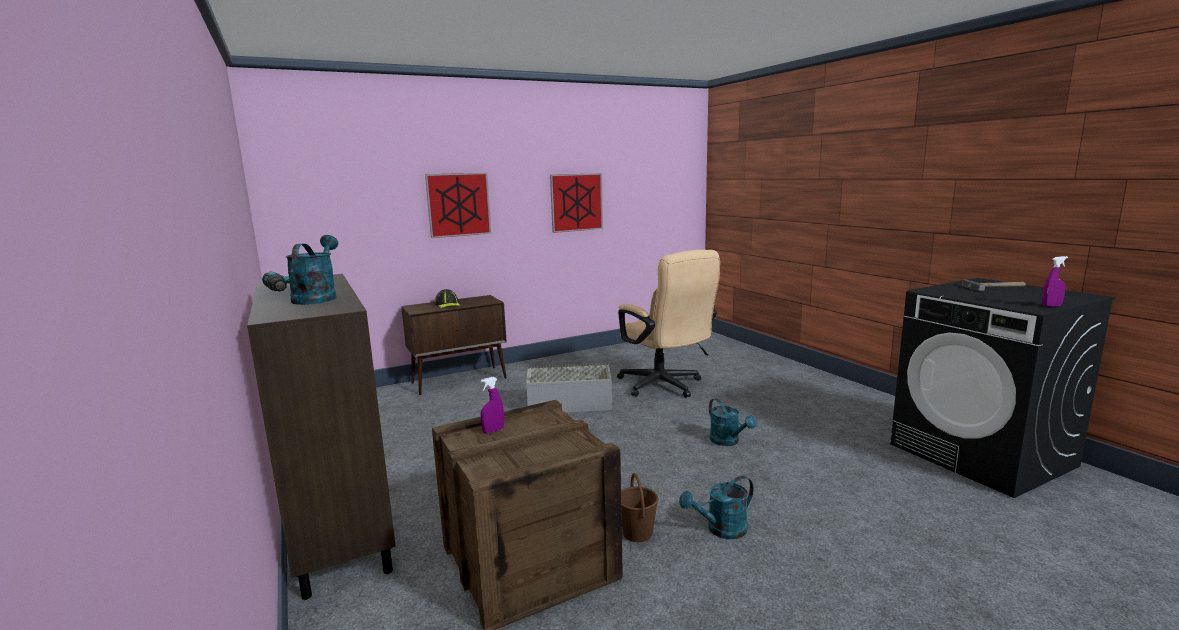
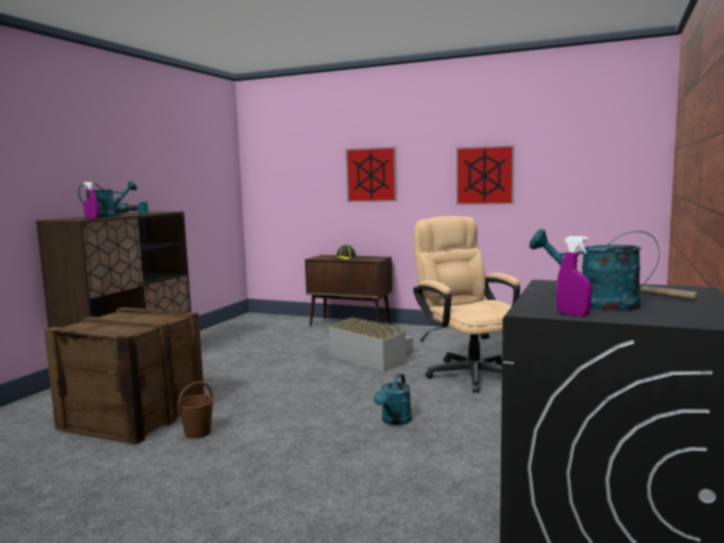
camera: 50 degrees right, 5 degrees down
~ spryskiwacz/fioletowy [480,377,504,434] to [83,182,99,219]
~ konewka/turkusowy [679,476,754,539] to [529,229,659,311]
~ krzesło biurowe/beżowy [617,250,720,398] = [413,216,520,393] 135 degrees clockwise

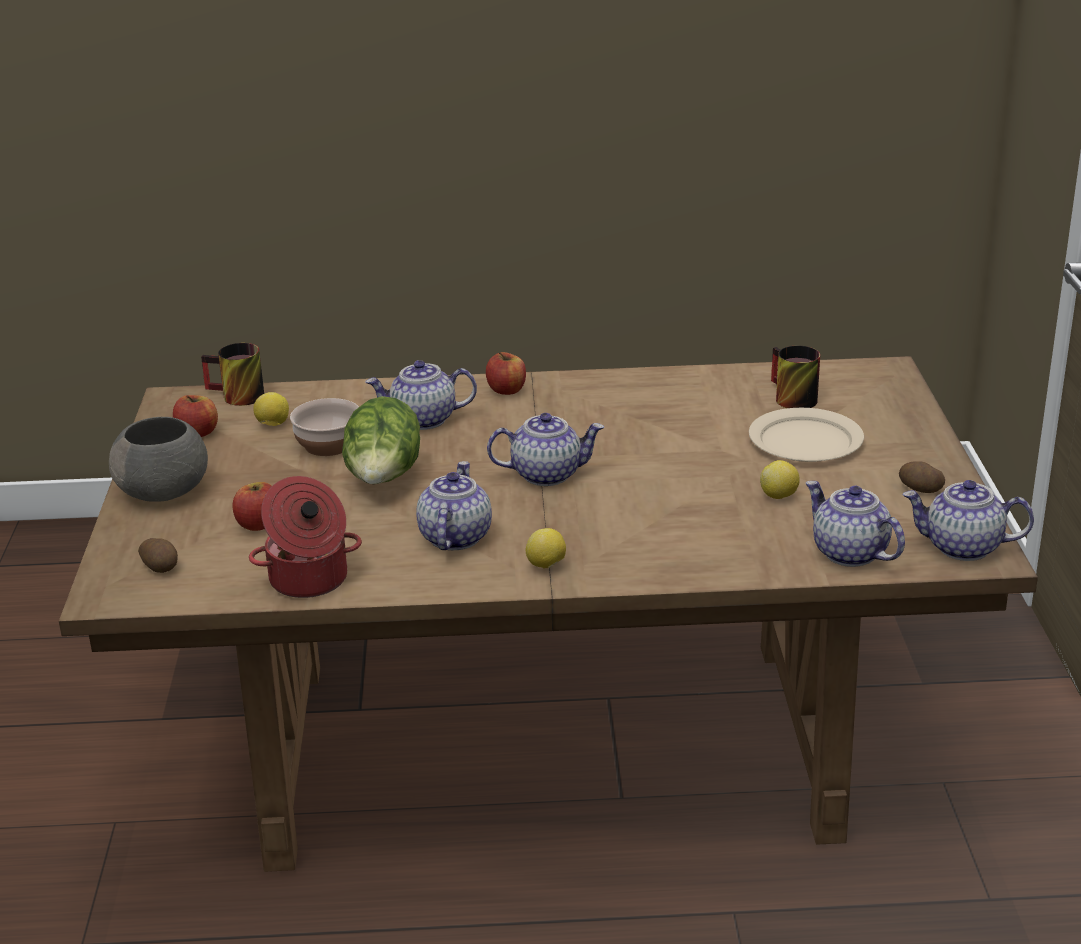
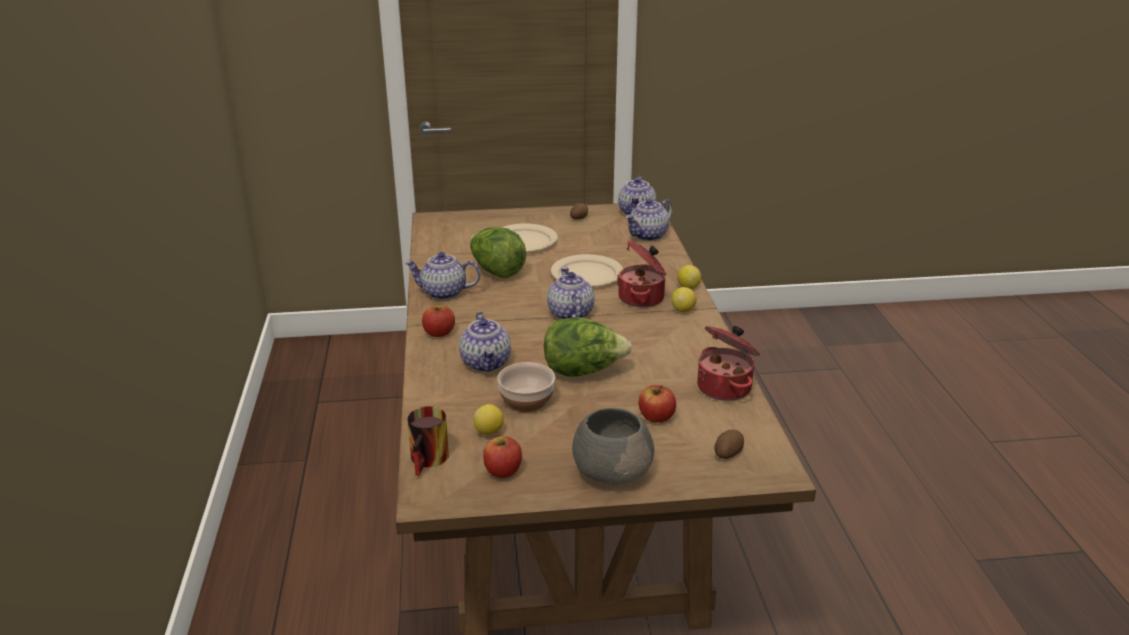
camera: 95 degrees left, 0 degrees up
- kubek [771,346,820,408]
+ sałata [470,227,526,278]
+ talerz/beżowy [551,254,623,287]
+ garnek [617,240,667,307]
~ imbryk [416,461,492,550] to [405,252,480,300]
~ cytryna [760,460,800,499] to [677,265,701,289]

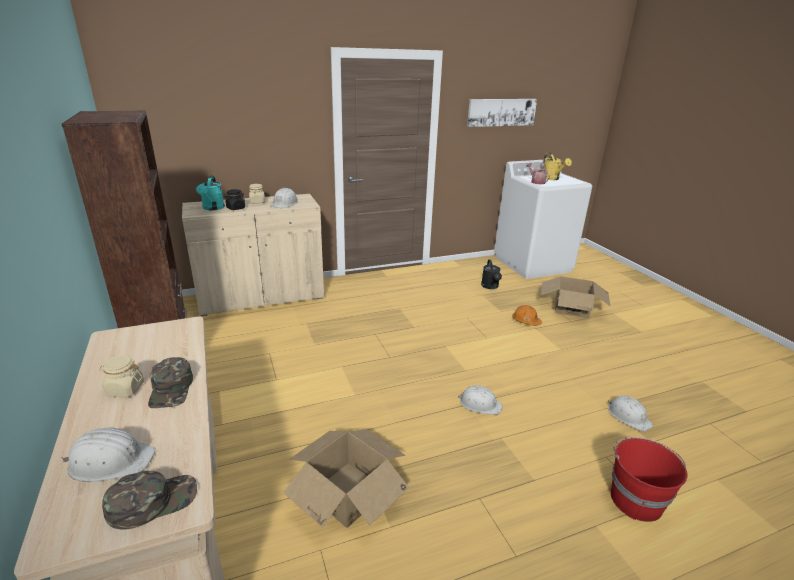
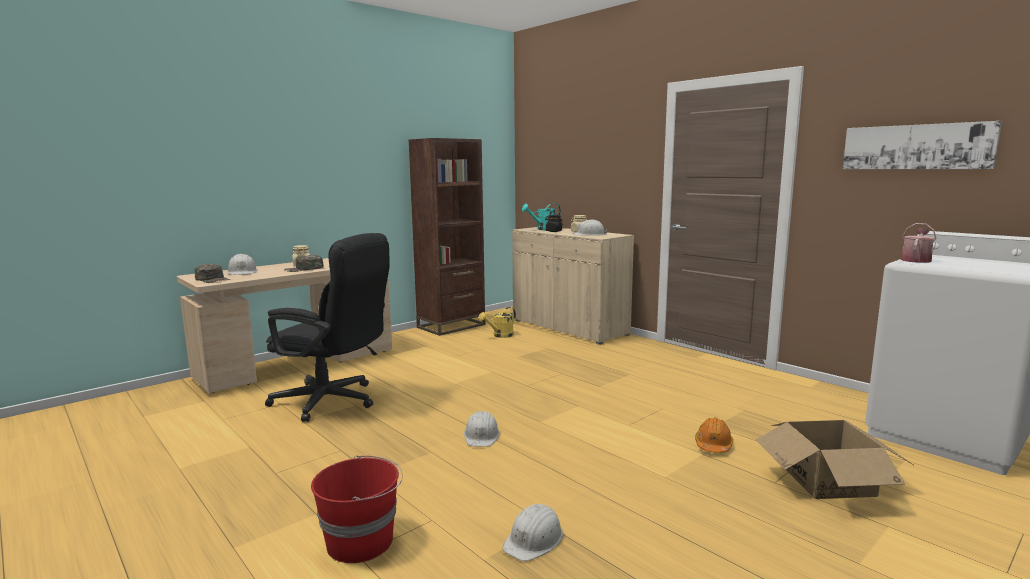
camera: 70 degrees right, 15 degrees down
- konewka/czarny [481,260,502,289]
~ konewka/żółty [543,153,572,180] to [479,307,516,338]
~ karton [283,430,409,528] to krzesło biurowe/czarny [265,233,390,422]

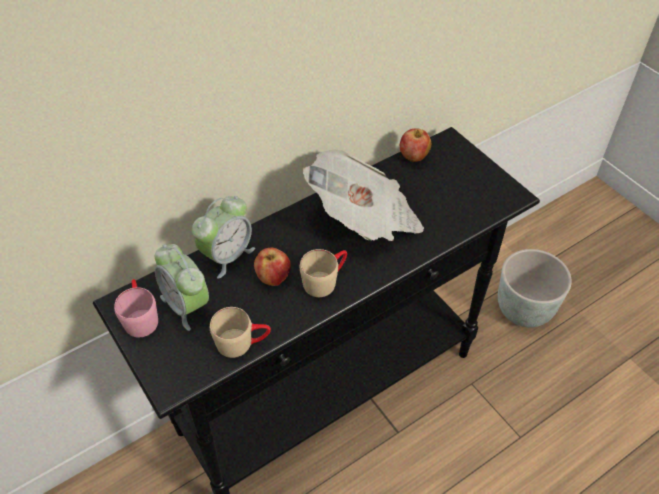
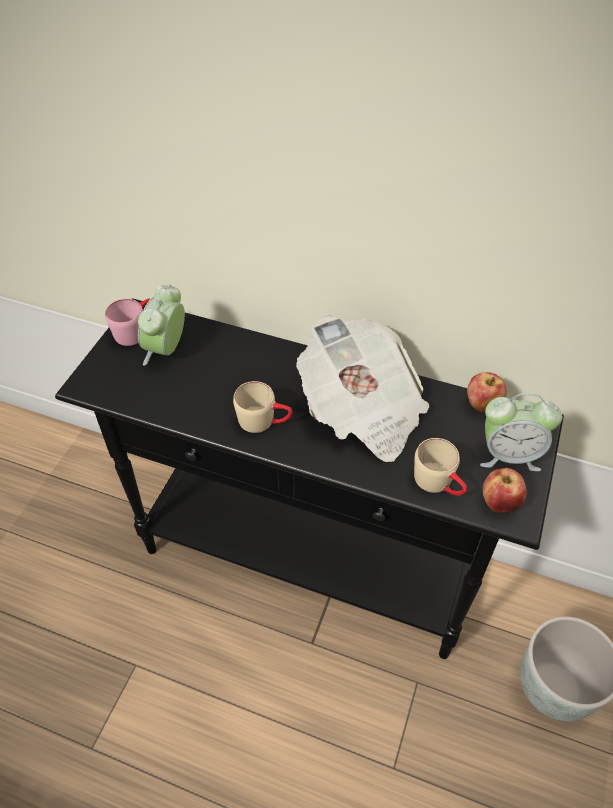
camera: 55 degrees right, 0 degrees up
~ budzik [192,196,255,279] to [480,393,563,471]
~ kubek/beżowy [210,307,271,358] to [414,438,467,496]
~ jabłko [254,248,291,286] to [483,468,527,513]

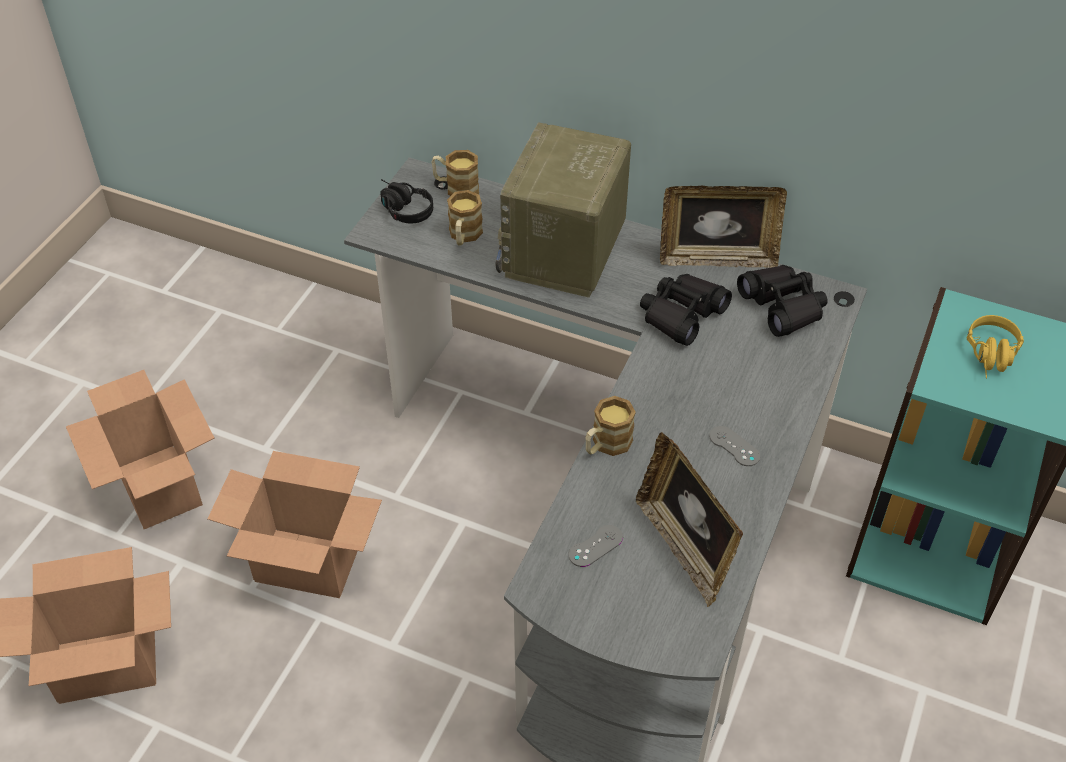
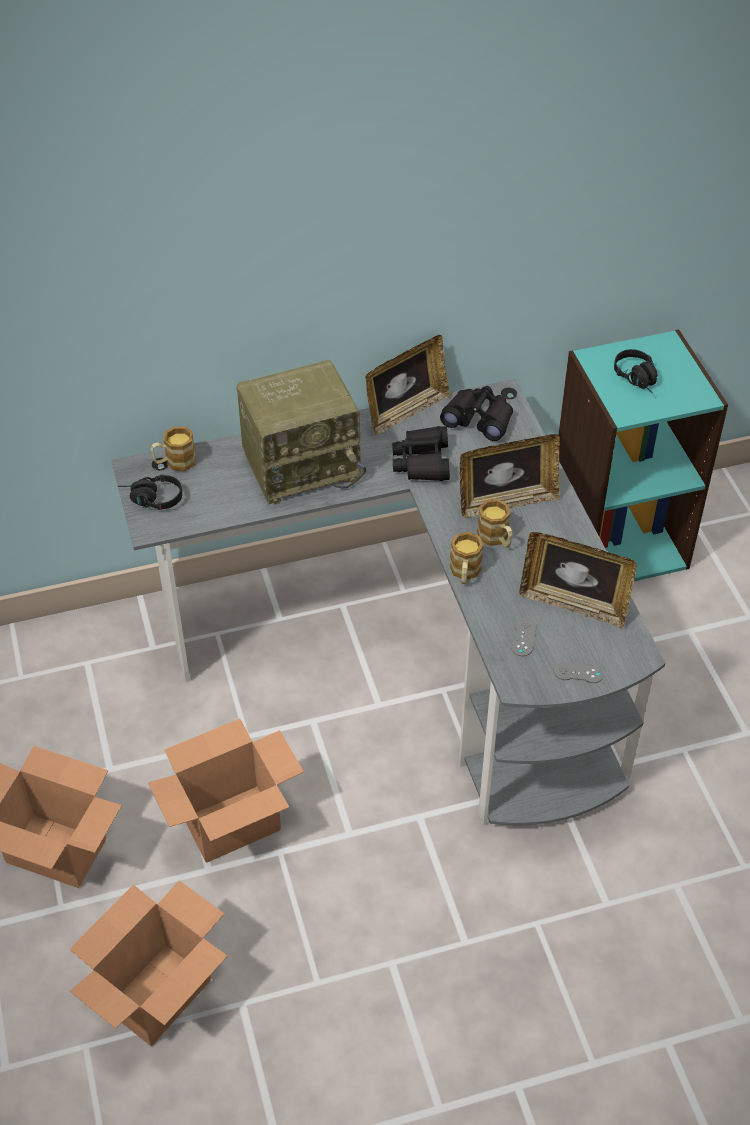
camera: 40 degrees left, 0 degrees up
+ ramka na zdjęcie [460,434,560,518]
~ kubek [447,190,483,246] to [477,499,513,548]
~ pad do gier/szary [709,426,760,466] to [554,662,604,683]
~ słuchawki/żółty [967,315,1024,378] to słuchawki/czarny [614,349,657,393]
~ radio [495,123,631,298] = [236,360,366,505] 90 degrees counterclockwise

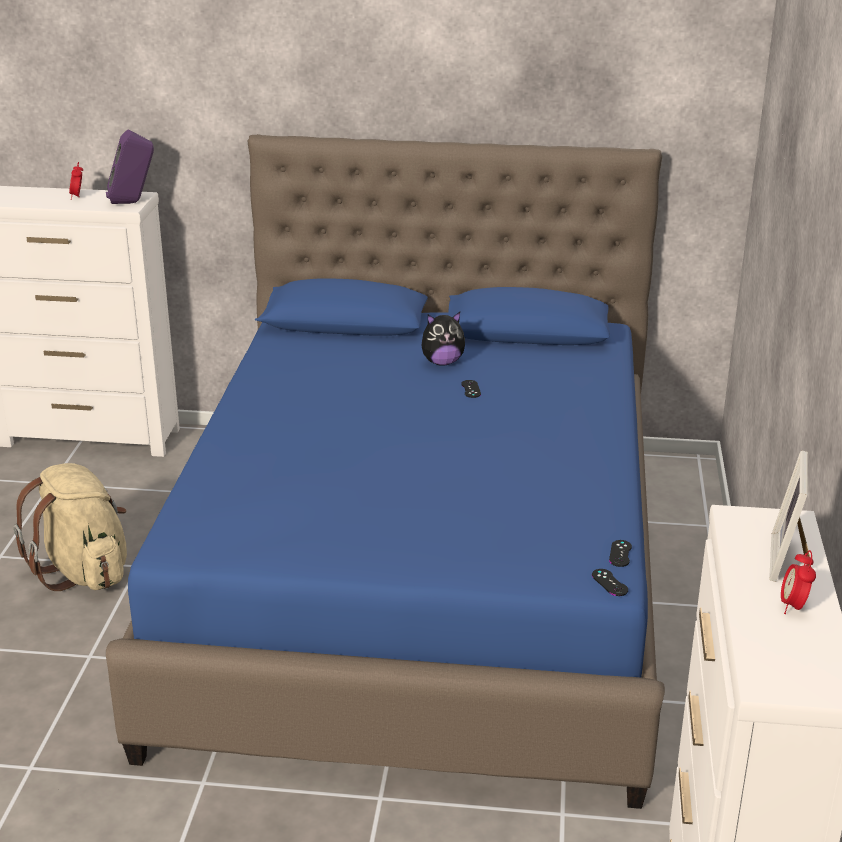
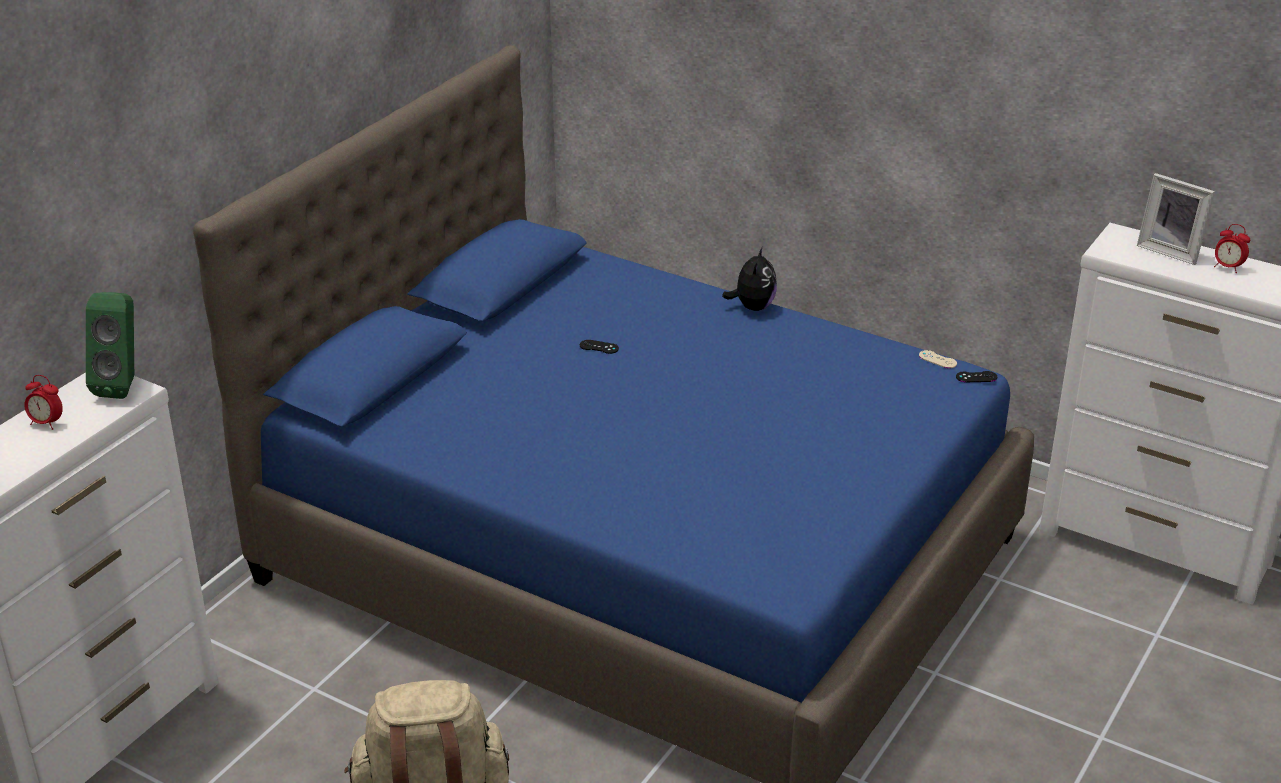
camera: 65 degrees left, 5 degrees up
~ pluszak [422,312,465,366] to [722,246,777,311]
~ głośnik/fioletowy [106,129,154,204] to głośnik/zielony [86,292,134,399]
~ pad do gier/czarny [609,540,632,567] to pad do gier/beżowy [919,350,957,368]

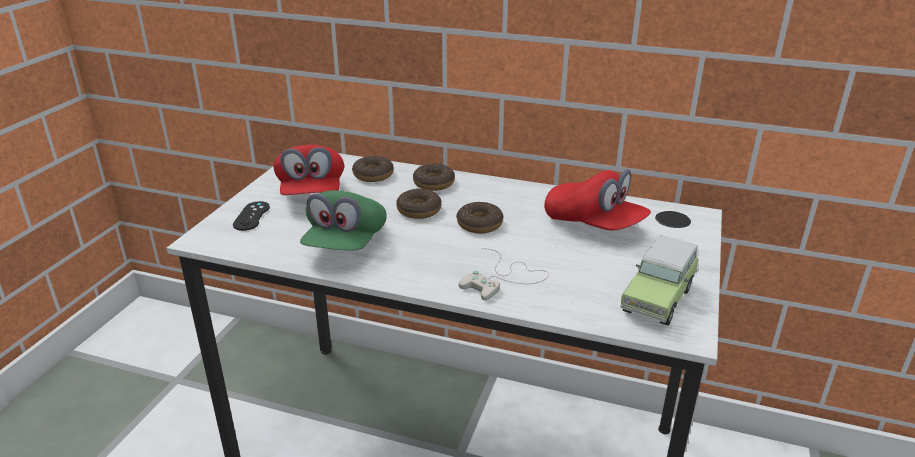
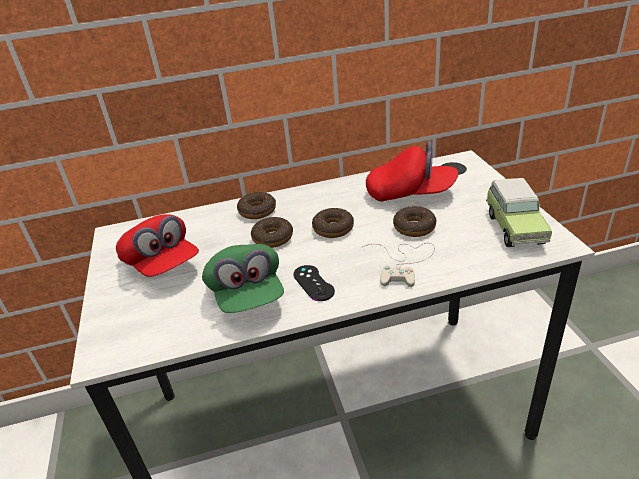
camera: 30 degrees left, 5 degrees up
~ pad do gier/czarny [233,201,270,231] to [293,265,335,301]
~ donut [352,156,394,182] to [393,206,436,237]

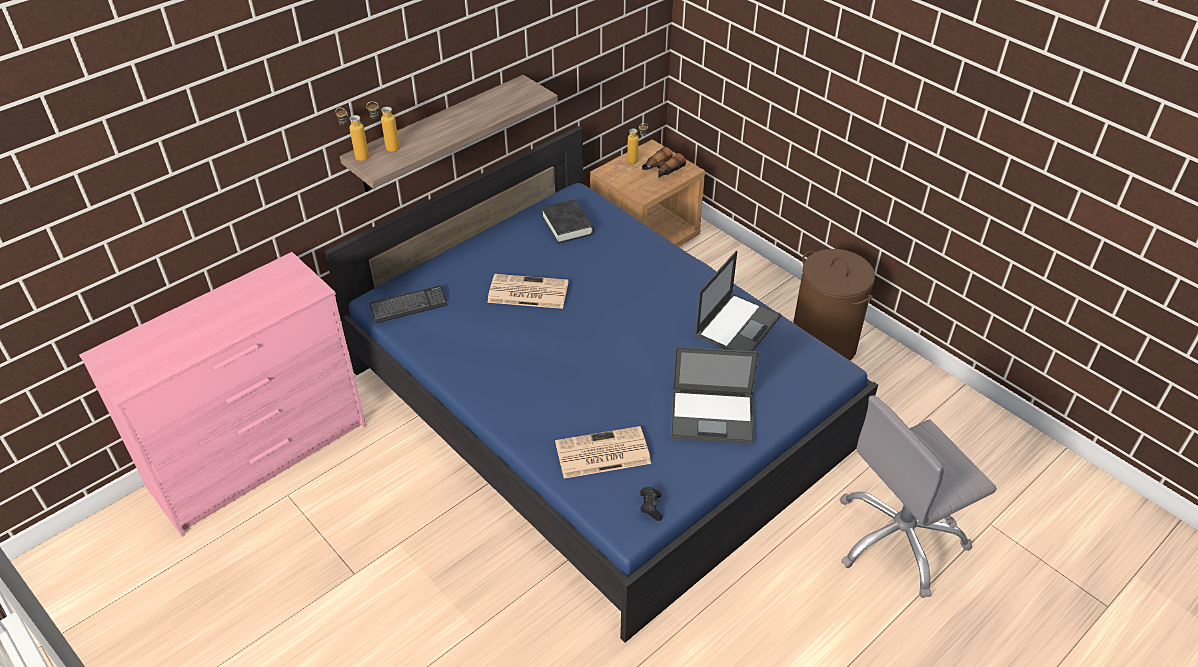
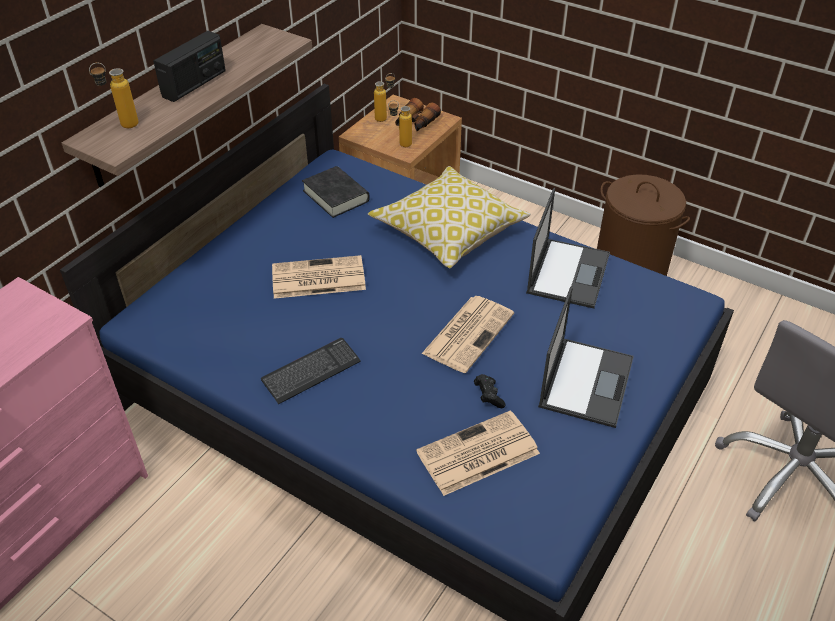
camera: 15 degrees left, 0 degrees up
+ radio [153,31,226,102]
+ poduszka [368,166,531,268]
+ gazeta [421,296,514,373]
~ butelka [336,108,369,161] to [388,100,412,147]
~ klawiatura [370,286,448,323] to [261,338,361,404]
~ pad do gier/czarny [640,487,662,521] to [474,374,506,408]
~ laptop [671,347,759,444] = [538,286,634,428] 60 degrees counterclockwise

